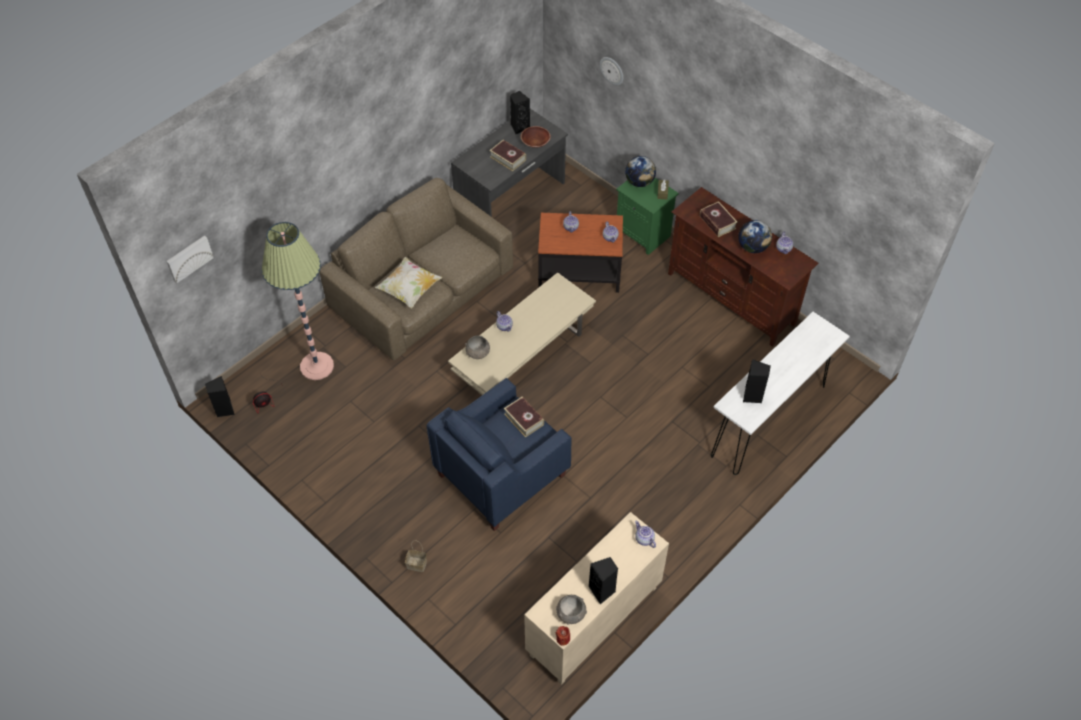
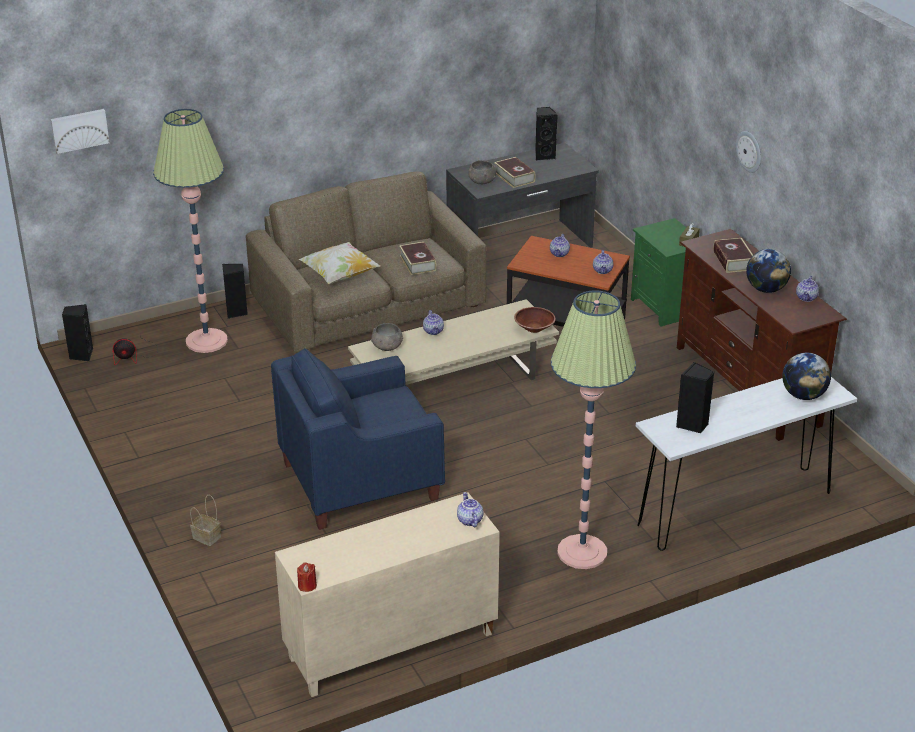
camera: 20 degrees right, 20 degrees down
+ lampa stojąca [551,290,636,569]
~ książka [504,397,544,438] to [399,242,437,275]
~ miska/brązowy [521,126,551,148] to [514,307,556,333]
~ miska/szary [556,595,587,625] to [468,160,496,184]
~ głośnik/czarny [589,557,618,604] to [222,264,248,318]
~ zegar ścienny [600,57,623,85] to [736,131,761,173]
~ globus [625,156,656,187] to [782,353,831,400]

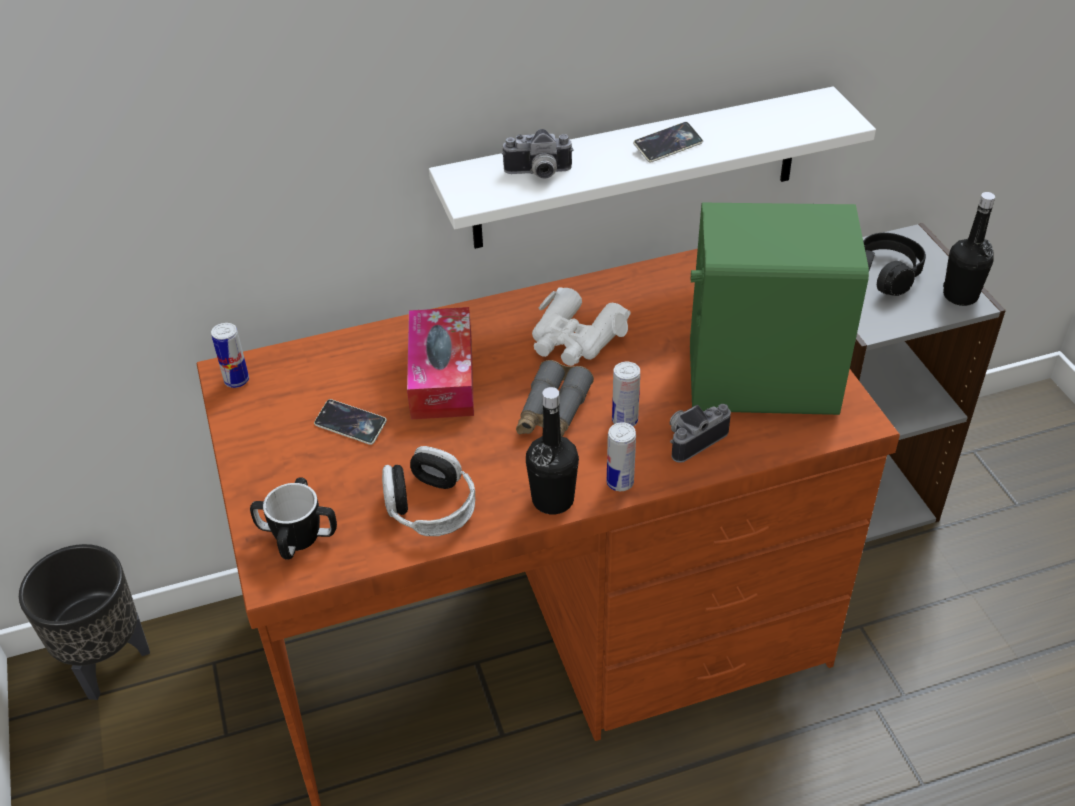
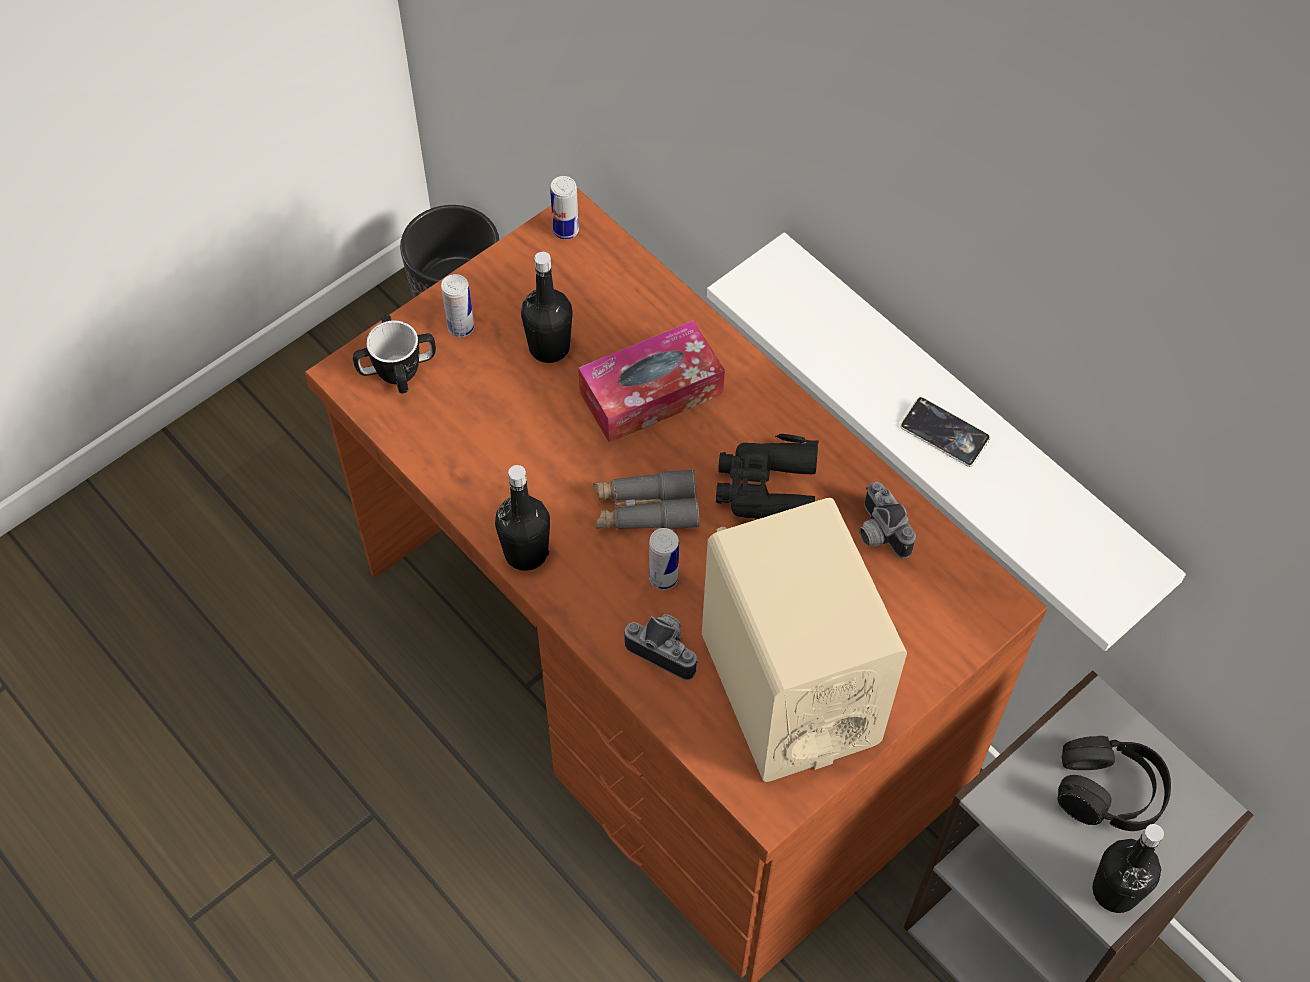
camera: 65 degrees right, 15 degrees up
- słuchawki [382,446,475,536]
~ aparat fotograficzny [502,129,574,179] to [859,481,916,559]
~ puszka [607,422,636,491] to [441,274,474,337]
~ telefon [314,399,387,445] to butelka/czarny [521,252,573,363]
~ lornetka/biały [532,287,631,366] to lornetka/czarny [716,434,819,519]
~ głośnik/zielony [690,203,869,415] to głośnik/beżowy [702,498,907,782]

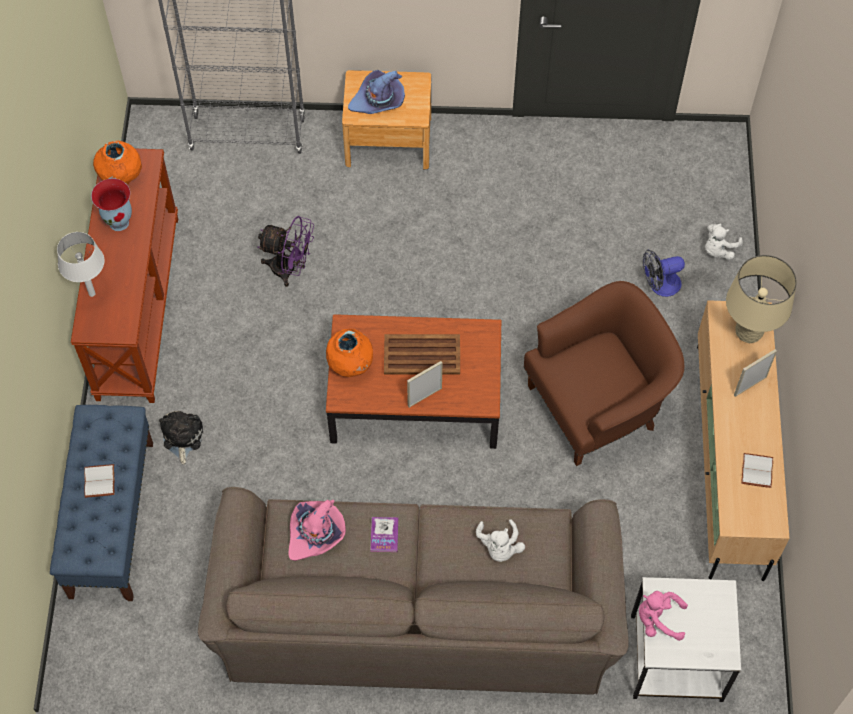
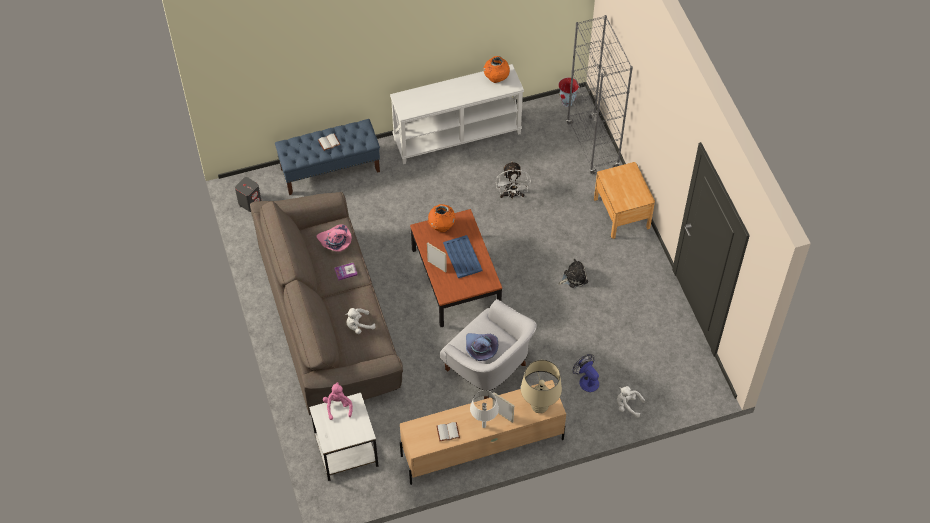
camera: 70 degrees right, 5 degrees down
+ głośnik/szary [235,177,262,212]
~ lampa stołowa/biały [57,232,104,297] to [470,390,499,428]
~ wazon [91,178,132,231] to [559,78,579,107]
~ pluszak [159,411,203,465] to [559,259,588,288]
~ kapelusz/fioletowy [348,70,405,114] to [466,333,498,361]
~ stolik konsolowy/brązowy [71,149,178,403] to stolik konsolowy/biały [390,64,524,164]
~ wentylator/fioletowy [257,216,314,287] to wentylator/biały [496,161,531,199]
~ taca/brązowy [384,334,460,375] to taca/niebieski [443,235,482,278]
~ fotel/brązowy [524,281,684,466] to fotel/biały [440,299,537,399]

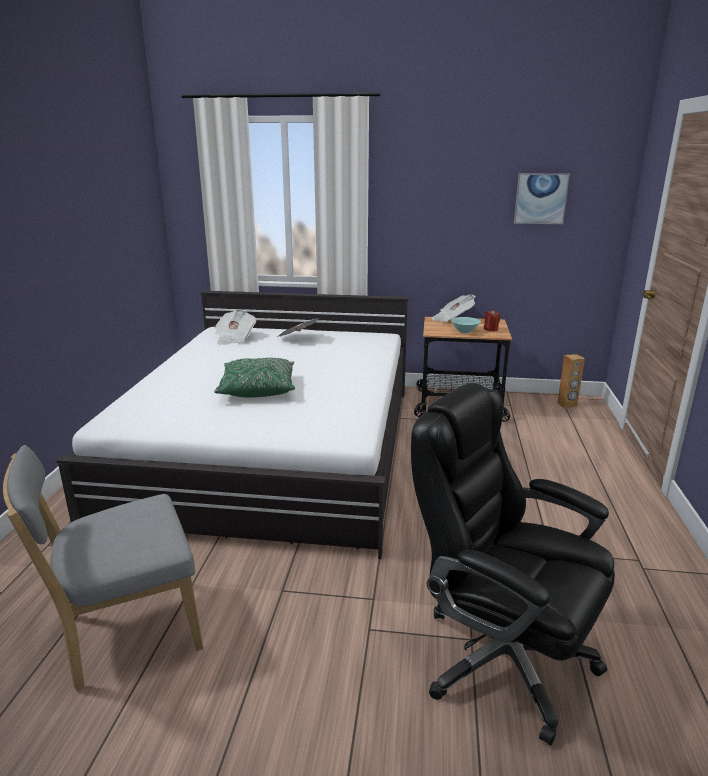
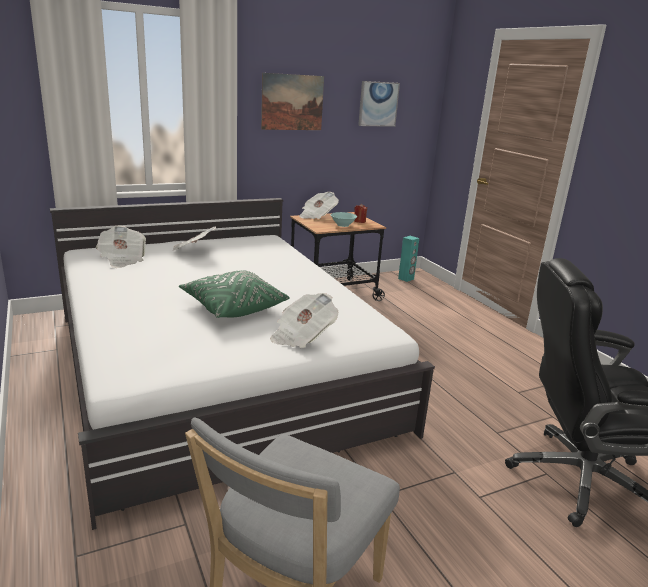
camera: 35 degrees left, 0 degrees up
+ obraz [261,73,324,130]
+ gazeta [270,293,338,348]
~ głośnik/brązowy [558,354,585,408] to głośnik/turkusowy [398,236,419,282]

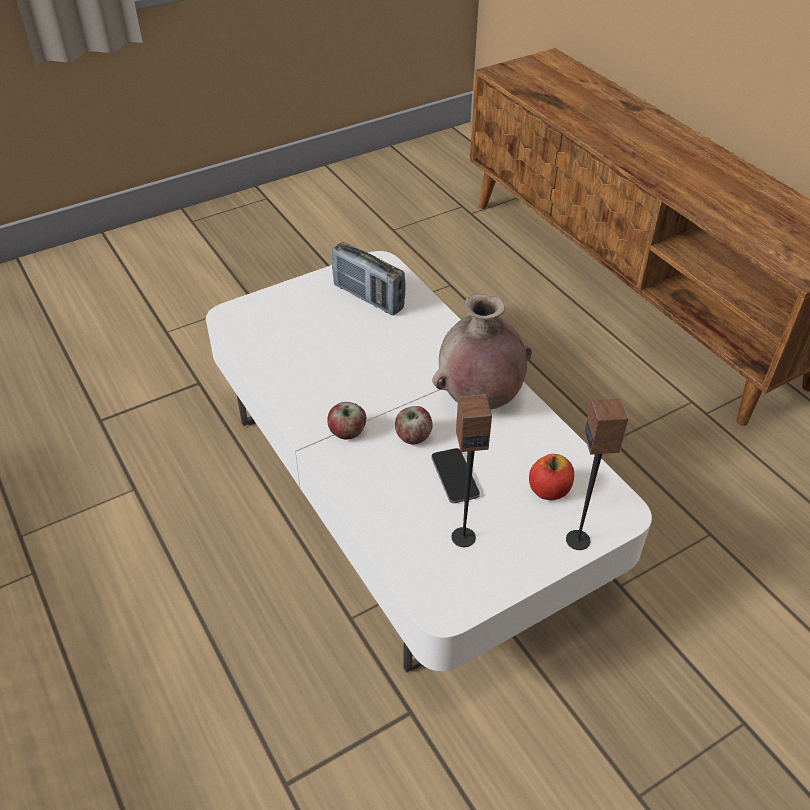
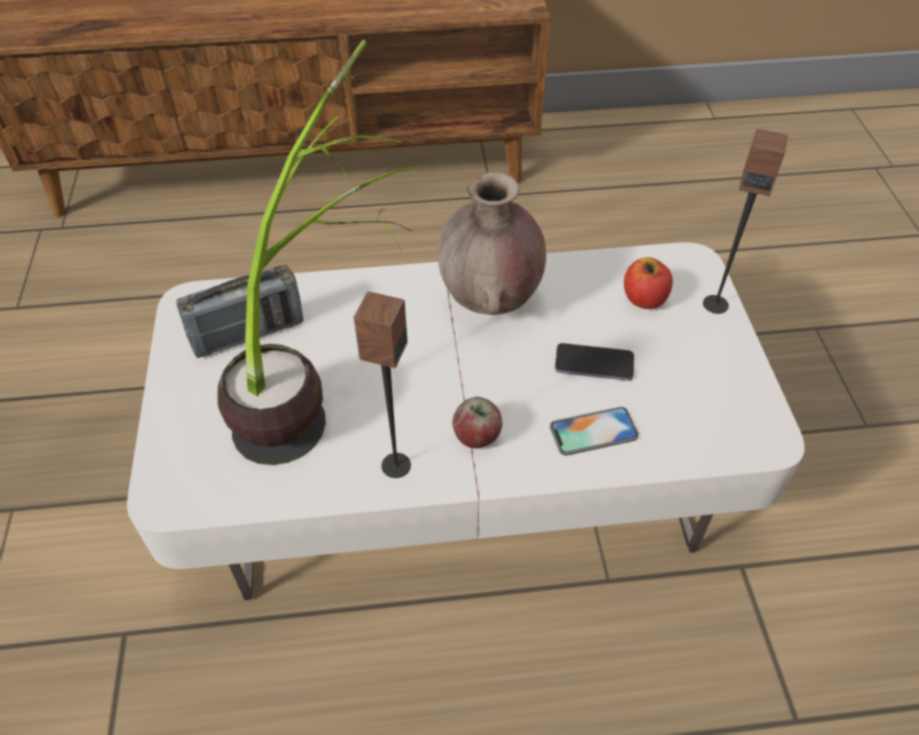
camera: 65 degrees left, 5 degrees up
- jabłko [395,406,433,445]
+ roślina doniczkowa [218,40,418,465]
+ telefon [550,407,639,456]
~ głośnik [452,394,492,547] to [354,292,411,478]

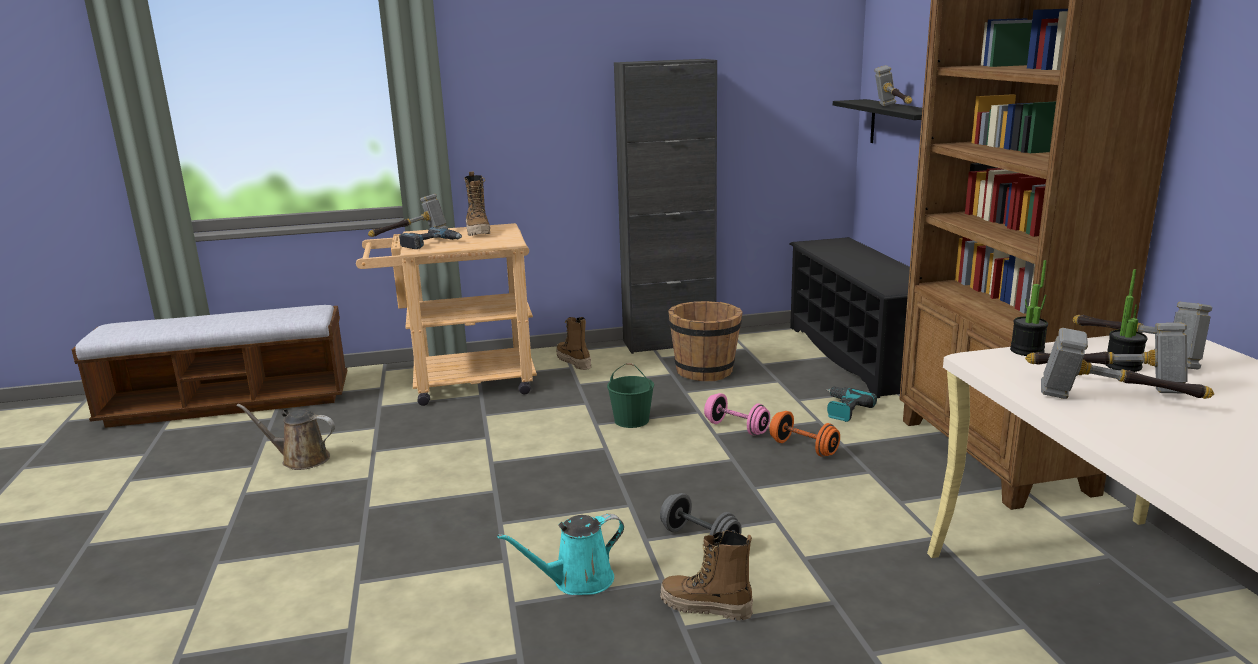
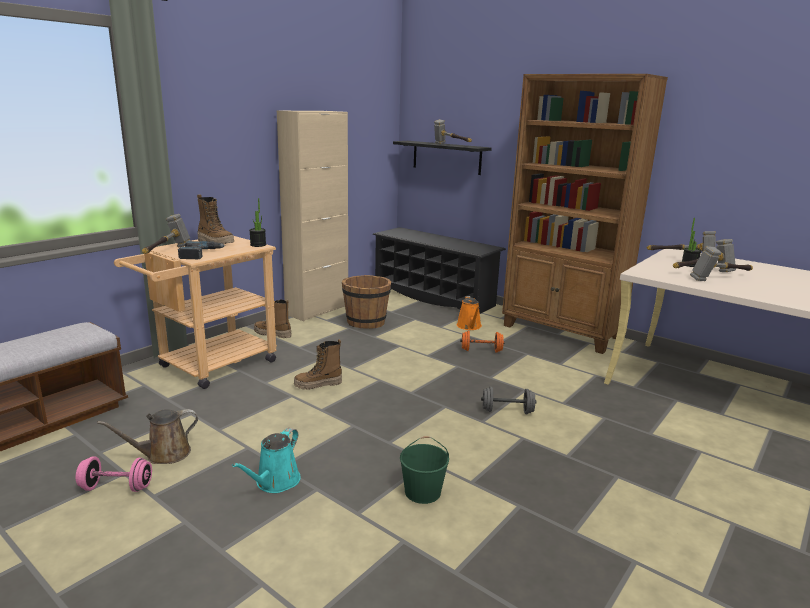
camera: 40 degrees left, 0 degrees up
~ konewka/turkusowy [497,514,624,595] to [232,428,301,493]
~ wiadro/zielony [607,363,654,428] to [400,436,449,504]
~ but z cholewką [660,530,753,621] to [294,339,342,390]
~ hantel/różowy [704,393,770,436] to [76,457,152,492]
~ roślina doniczkowa [1010,260,1048,356] to [249,198,266,247]
~ wiertarka [826,386,877,422] to konewka/pomarańczowy [457,296,482,330]
~ szafka/czarny [614,59,717,354] to szafka/beżowy [277,110,348,321]

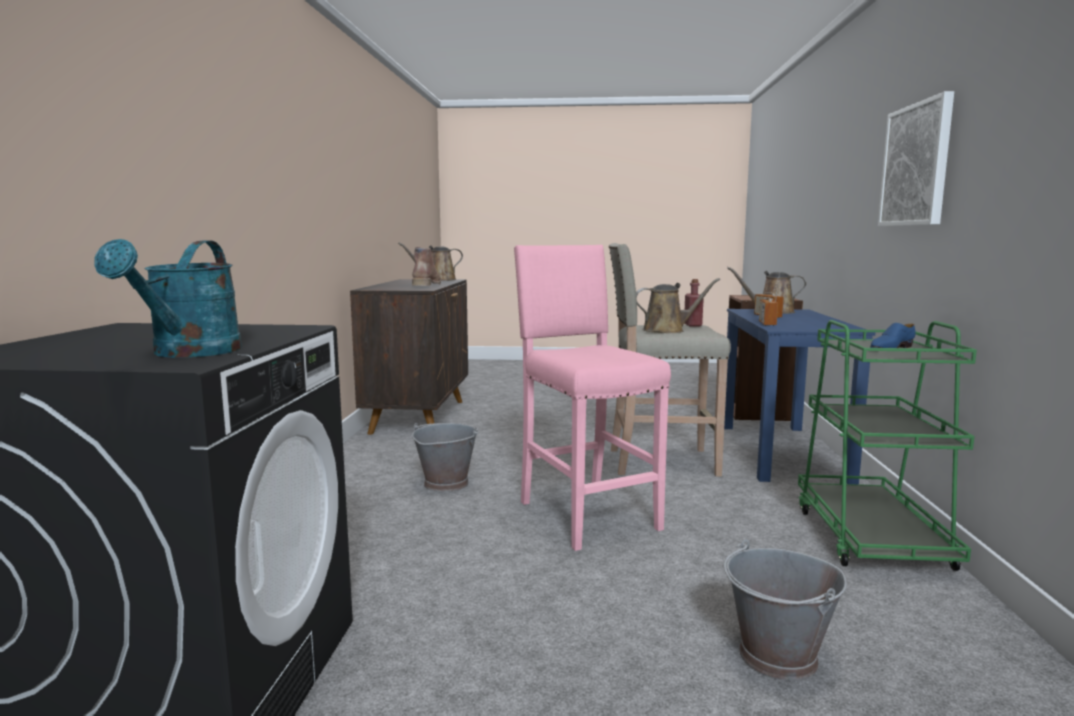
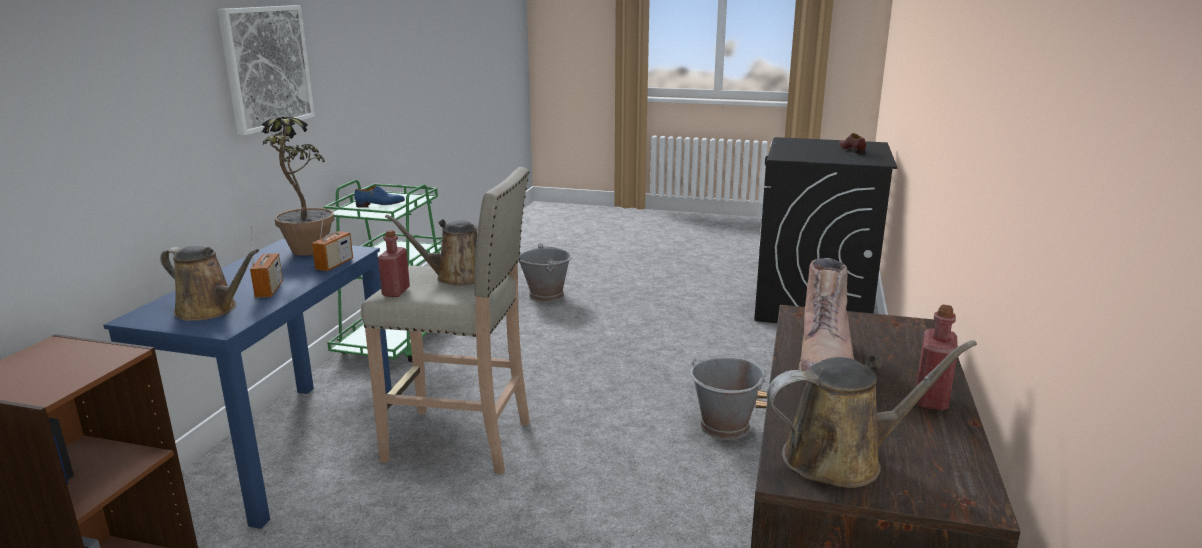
camera: 170 degrees left, 10 degrees up
- konewka/turkusowy [94,239,242,358]
- stołek/różowy [514,245,671,551]
+ roślina doniczkowa [261,117,334,256]
+ but/brązowy [839,133,866,155]
+ butelka/czerwony [916,305,958,411]

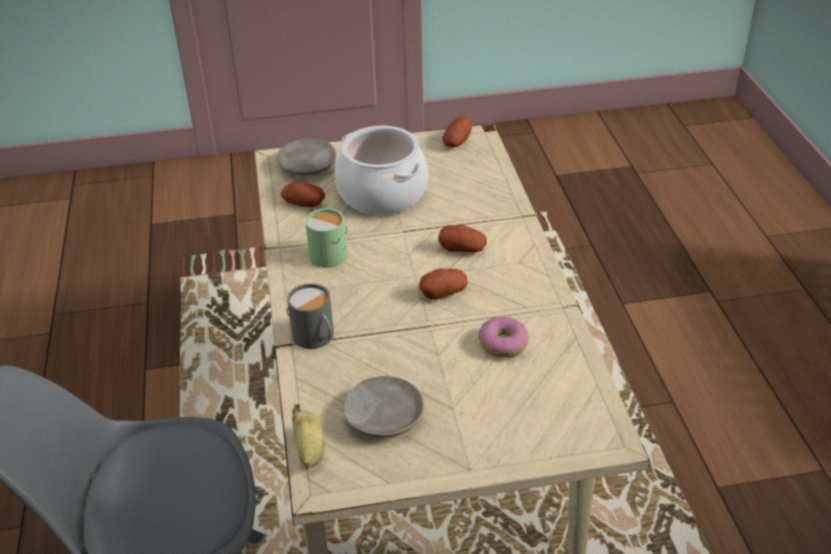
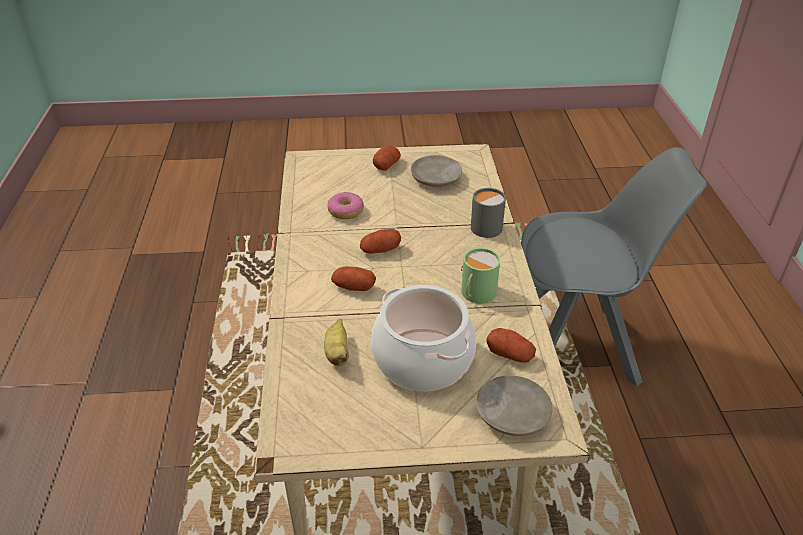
camera: 175 degrees left, 0 degrees up
~ banan [292,404,325,468] to [324,319,349,366]
~ ziemniak [442,117,472,147] to [373,146,401,171]

